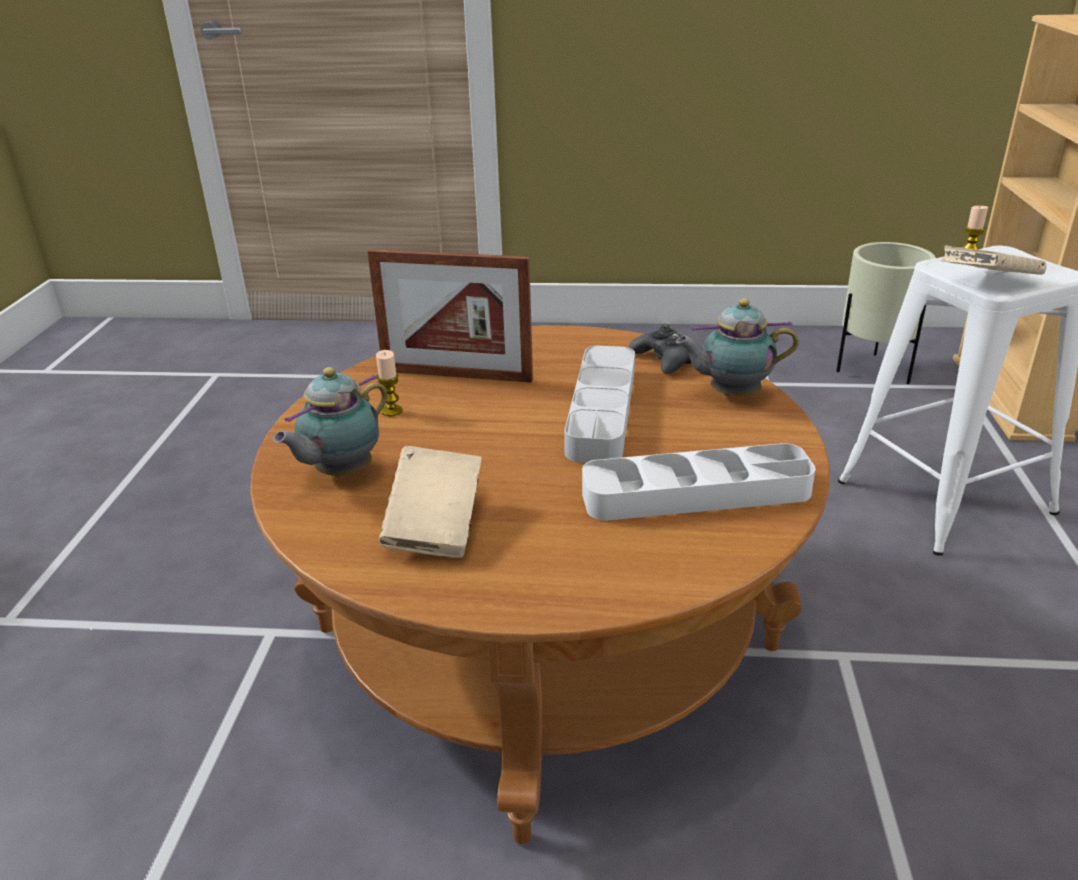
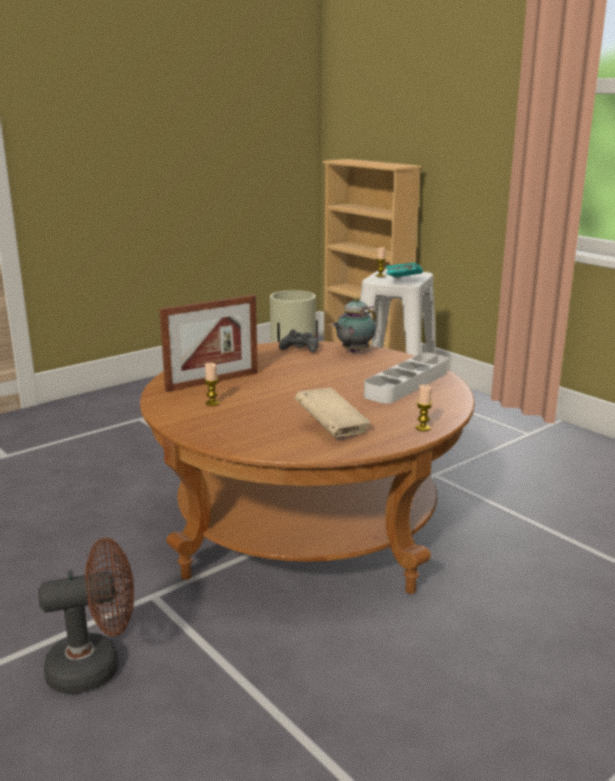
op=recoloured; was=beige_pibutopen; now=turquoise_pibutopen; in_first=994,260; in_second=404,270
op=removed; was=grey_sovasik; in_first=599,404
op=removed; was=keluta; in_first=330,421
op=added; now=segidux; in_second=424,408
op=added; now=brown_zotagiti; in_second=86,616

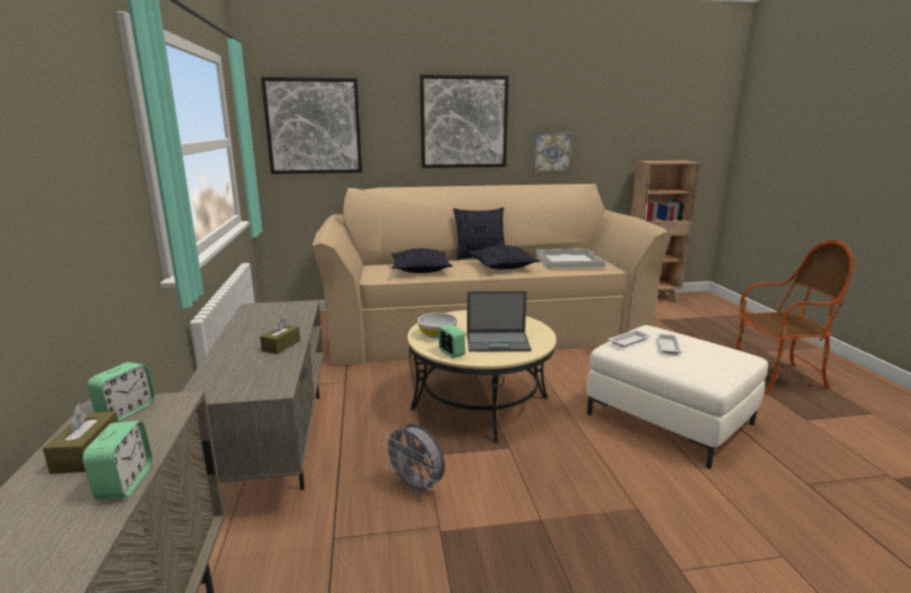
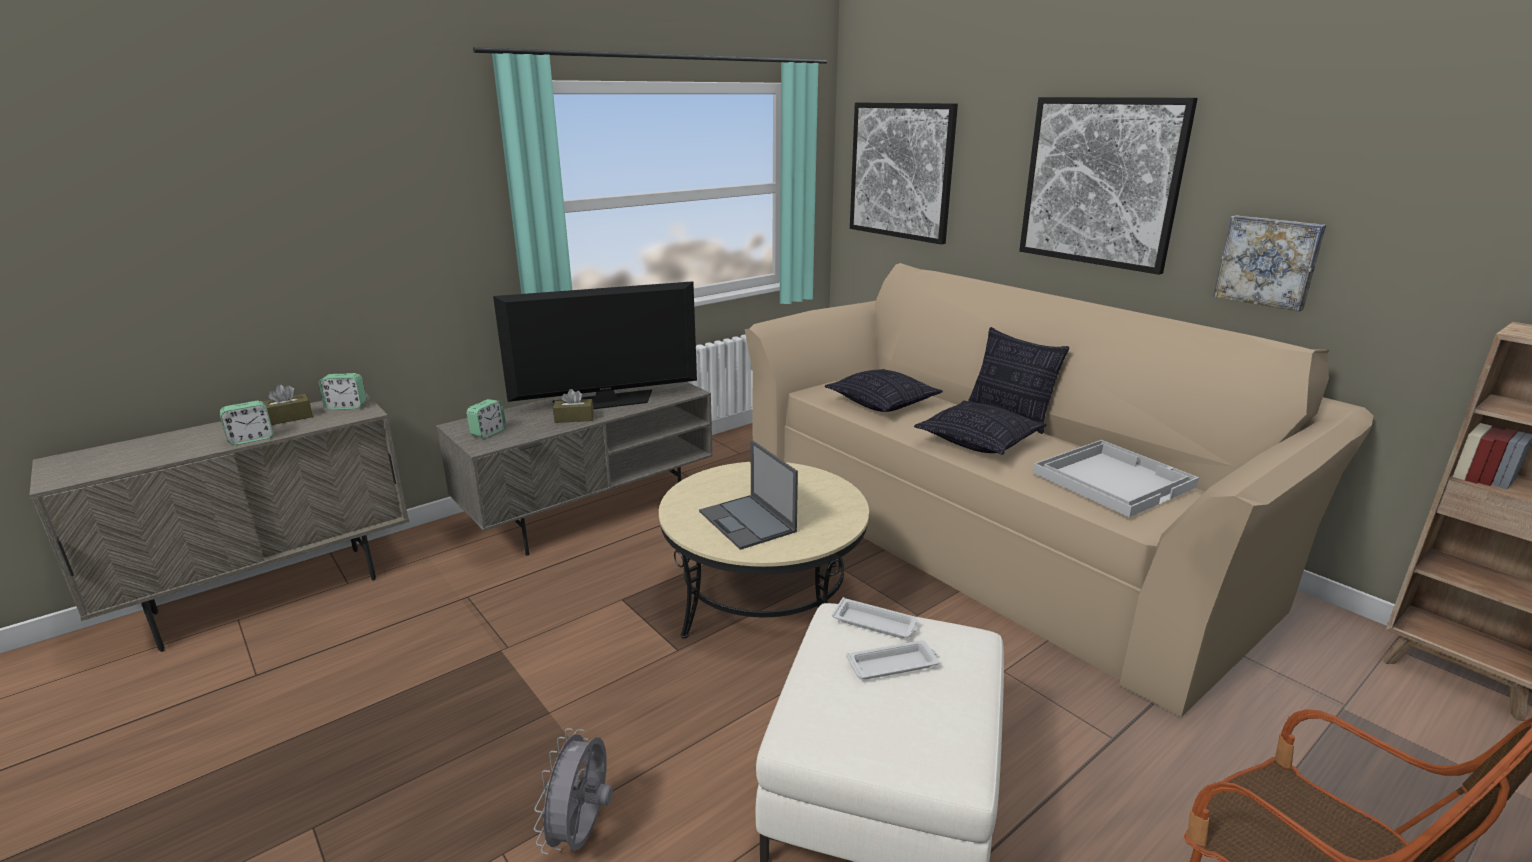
op=removed; was=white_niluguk; in_first=437,326
op=moved; was=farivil; in_first=451,341; in_second=486,418
op=moved; was=grey_zotagiti; in_first=414,460; in_second=573,791
op=added; now=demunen; in_second=595,345

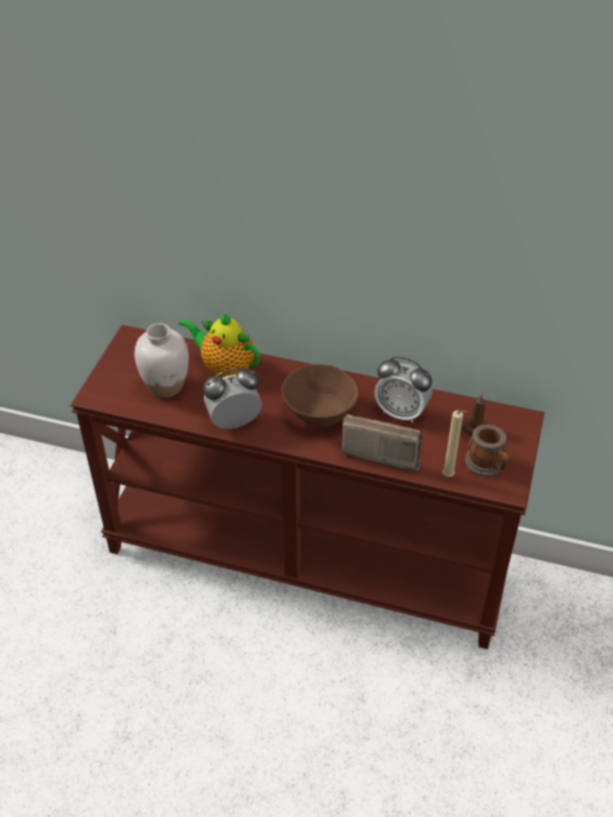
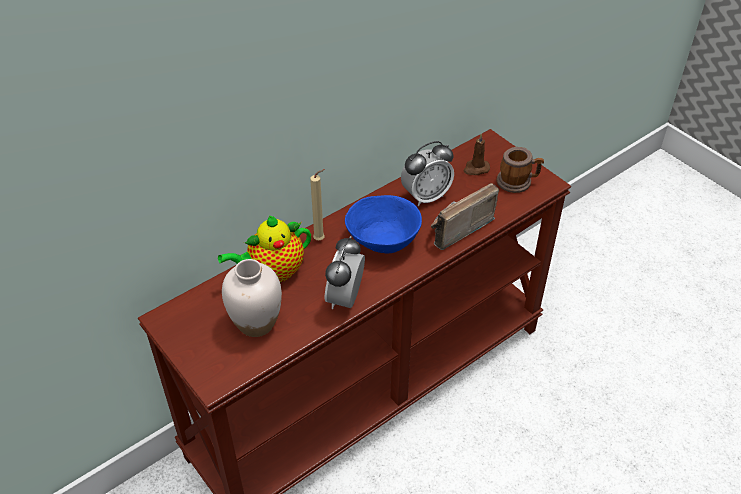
op=recoloured; was=brown_niluguk; now=blue_niluguk; in_first=320,395; in_second=383,224
op=moved; was=beige_segidux; in_first=455,443; in_second=317,204

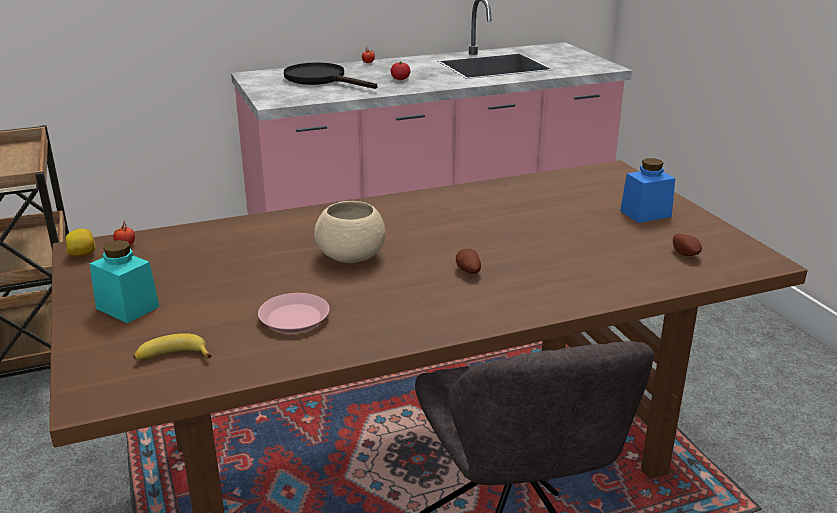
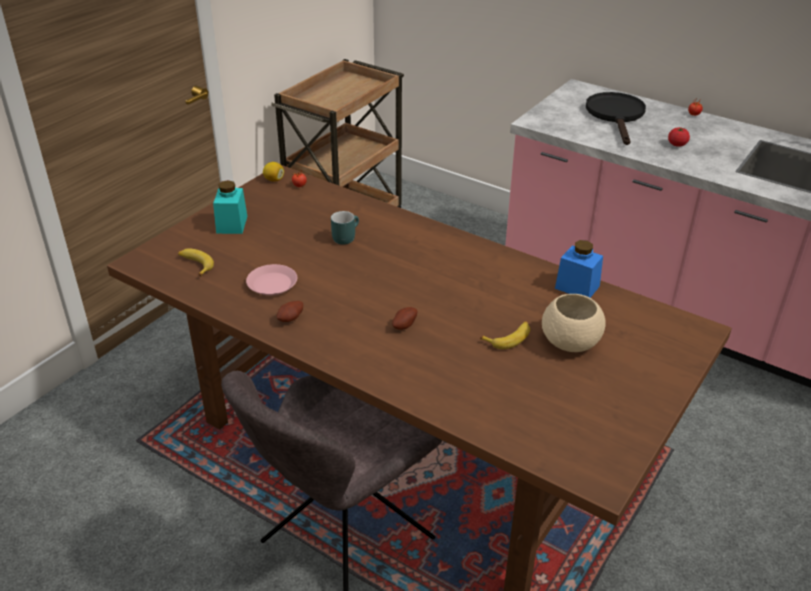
op=moved; was=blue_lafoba; in_first=647,190; in_second=579,269
op=moved; was=beige_niluguk; in_first=350,232; in_second=574,323
op=moved; was=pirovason; in_first=687,244; in_second=290,311
op=added; now=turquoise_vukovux; in_second=345,228
op=added; now=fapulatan; in_second=505,335

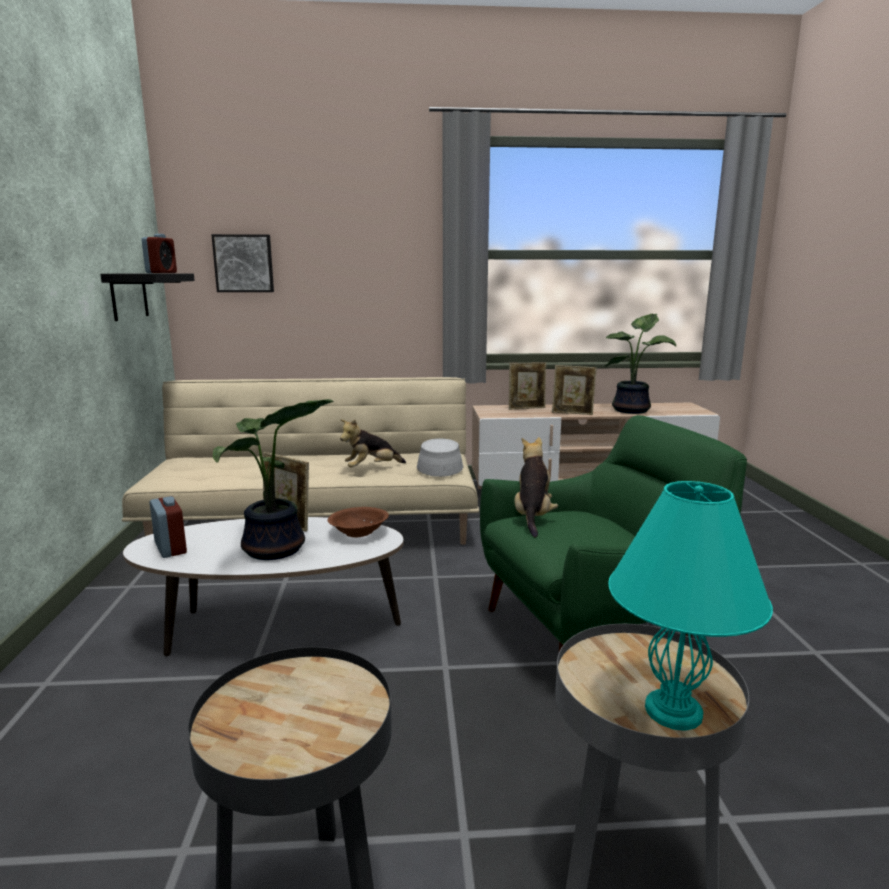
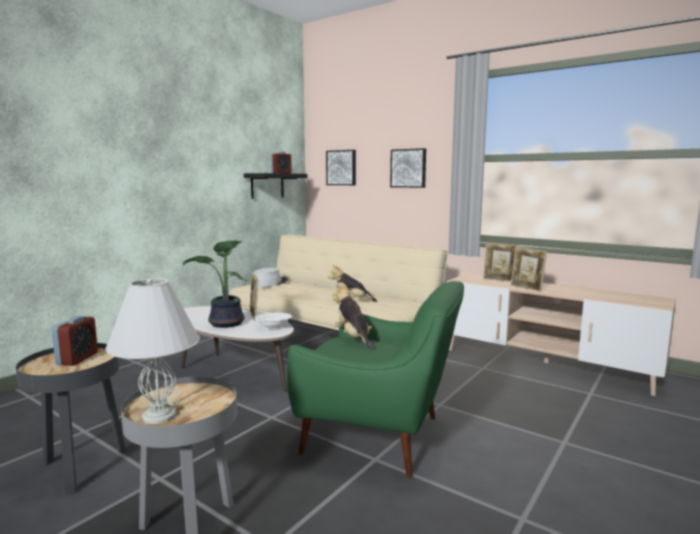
op=removed; was=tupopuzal; in_first=640,364
op=turned; was=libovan; in_first=536,487; in_second=353,316; clockwise=-75
op=moved; was=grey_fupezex; in_first=440,457; in_second=270,277
op=recoloured; was=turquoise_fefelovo; now=white_fefelovo; in_first=690,606; in_second=153,351
op=moved; was=farivil; in_first=168,527; in_second=75,341
op=recoloured; was=brown_niluguk; now=white_niluguk; in_first=358,522; in_second=273,321
op=added; now=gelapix; in_second=408,168

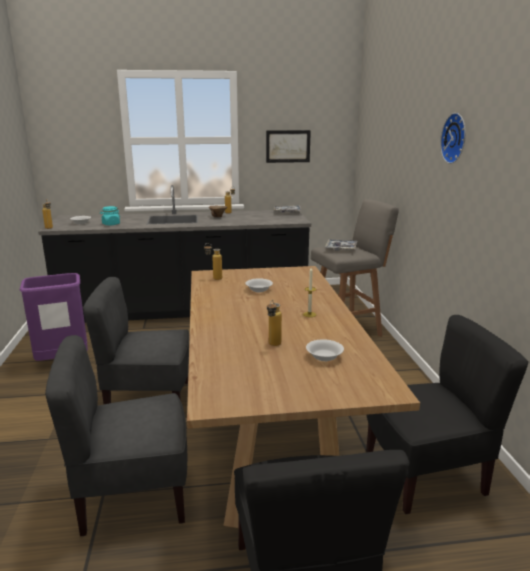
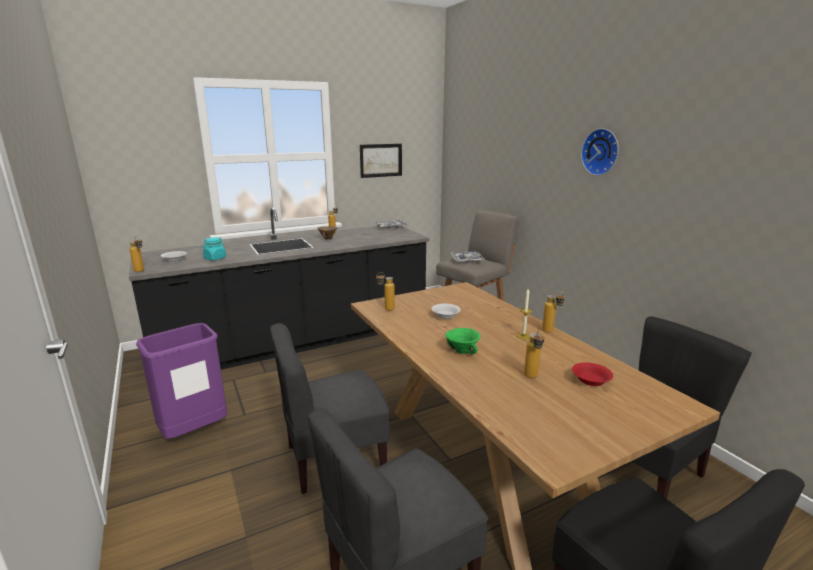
op=recoloured; was=white_niluguk; now=red_niluguk; in_first=325,350; in_second=592,374
op=added; now=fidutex; in_second=553,312
op=added; now=green_niluguk; in_second=462,341

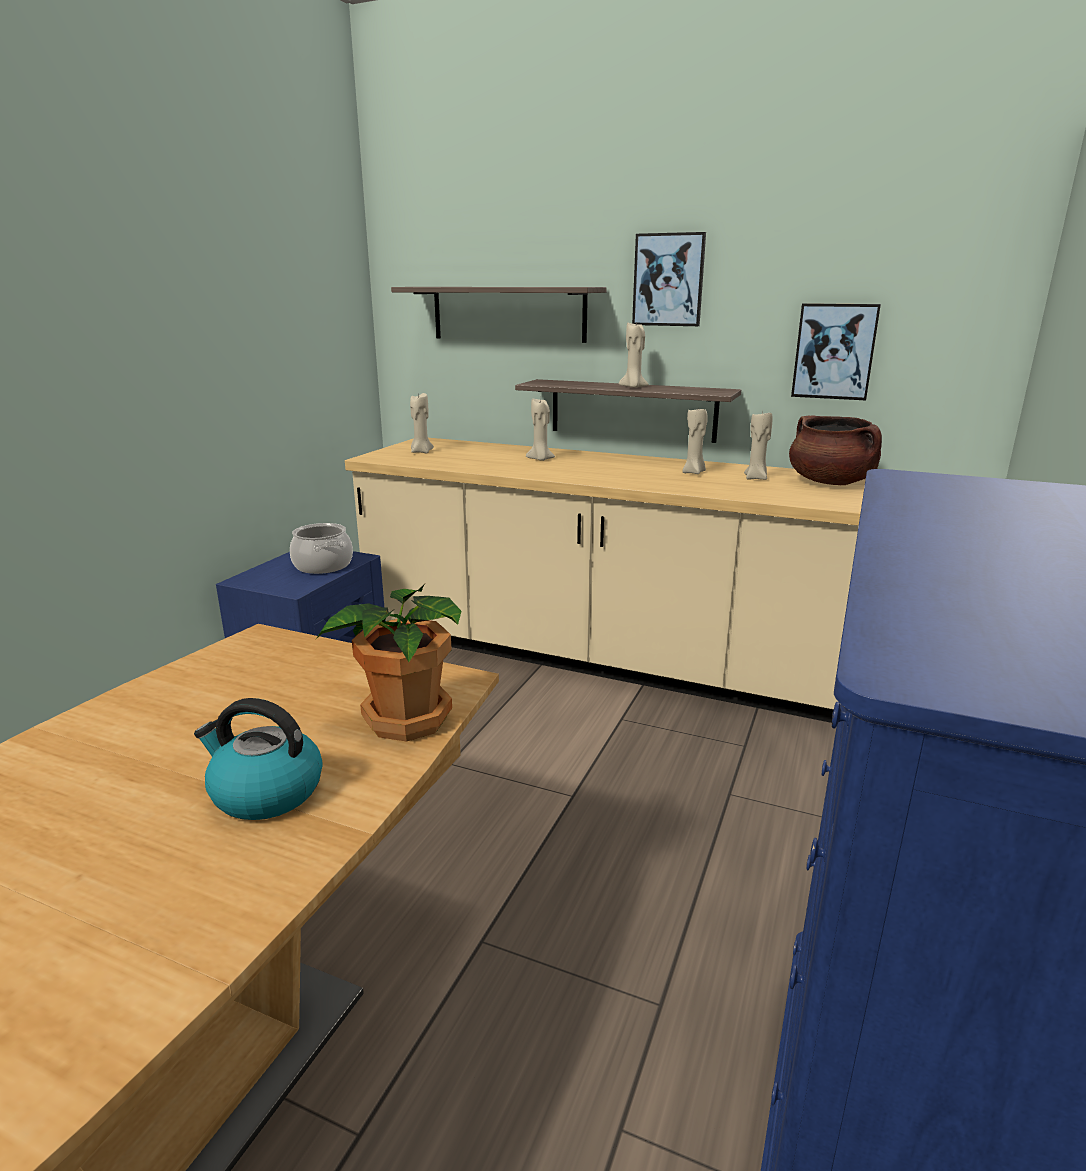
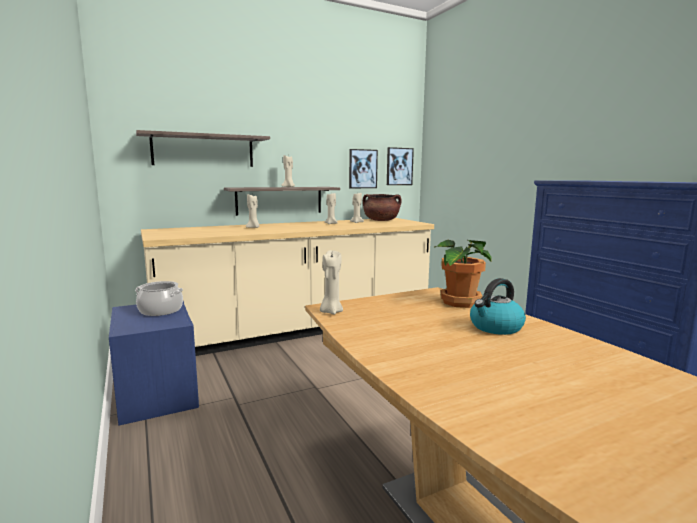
op=moved; was=gelapix; in_first=669,279; in_second=400,166
op=moved; was=beige_segidux; in_first=422,423; in_second=331,282

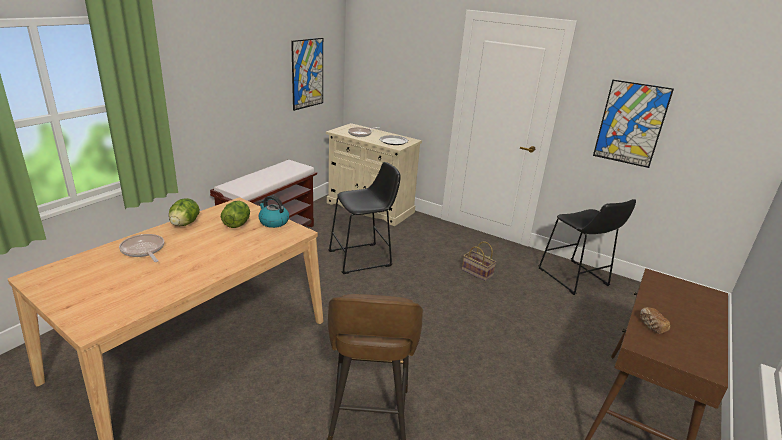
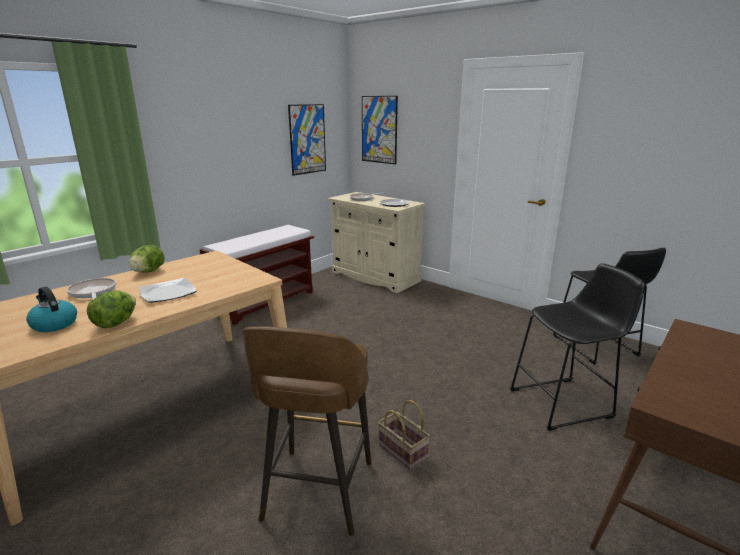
op=moved; was=gelapix; in_first=633,124; in_second=380,130
op=moved; was=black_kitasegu; in_first=364,218; in_second=577,347
op=moved; was=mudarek; in_first=273,211; in_second=51,309
op=moved; was=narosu; in_first=235,214; in_second=111,309
op=moved; was=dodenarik; in_first=479,261; in_second=404,435
op=removed; was=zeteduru; in_first=655,320
op=added; now=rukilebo; in_second=168,290

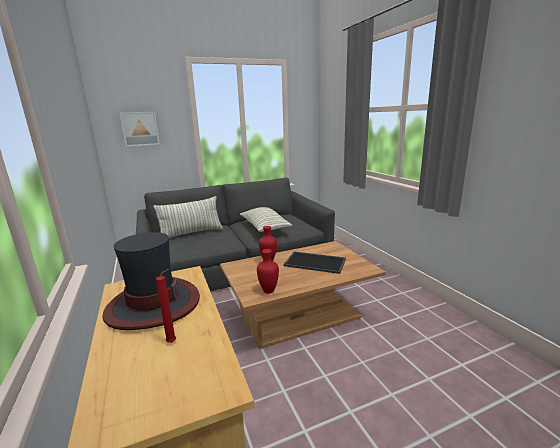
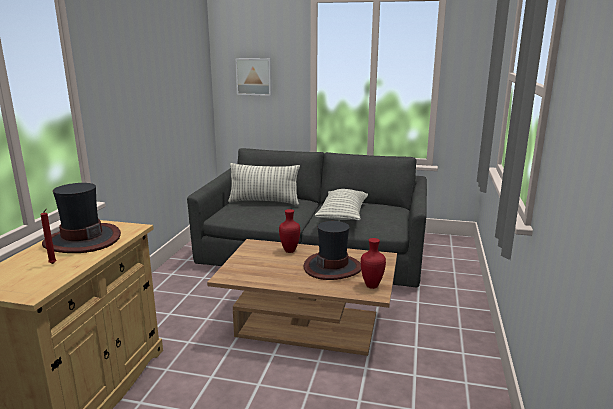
op=moved; was=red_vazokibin; in_first=268,271; in_second=373,263
op=replaced; was=sovasik; now=fupezex; in_first=314,262; in_second=332,250

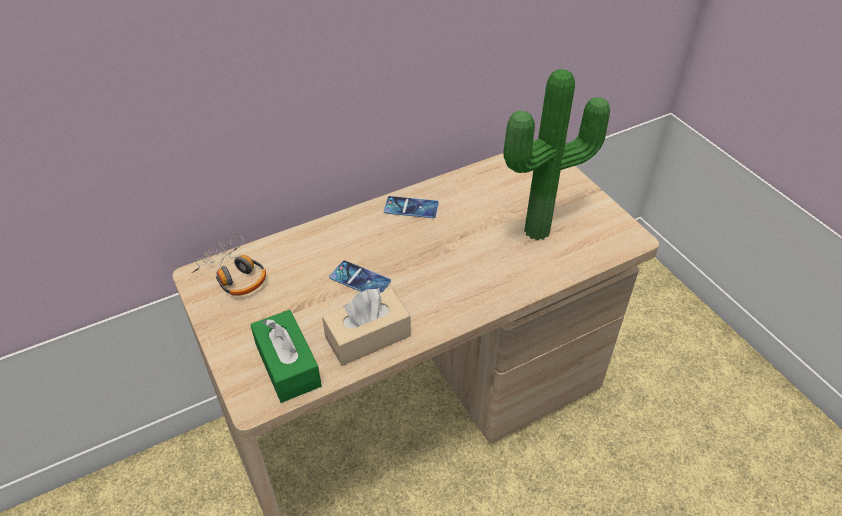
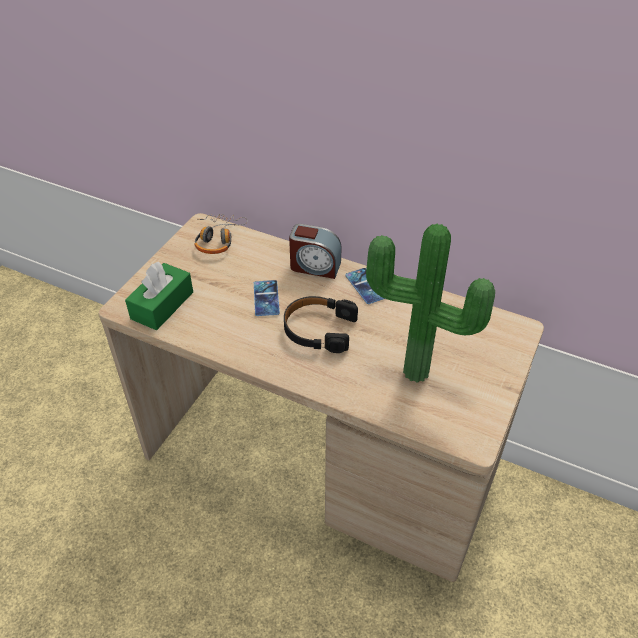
op=removed; was=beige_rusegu; in_first=366,327
op=added; now=farivil; in_second=315,251
op=added; now=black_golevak; in_second=321,324

